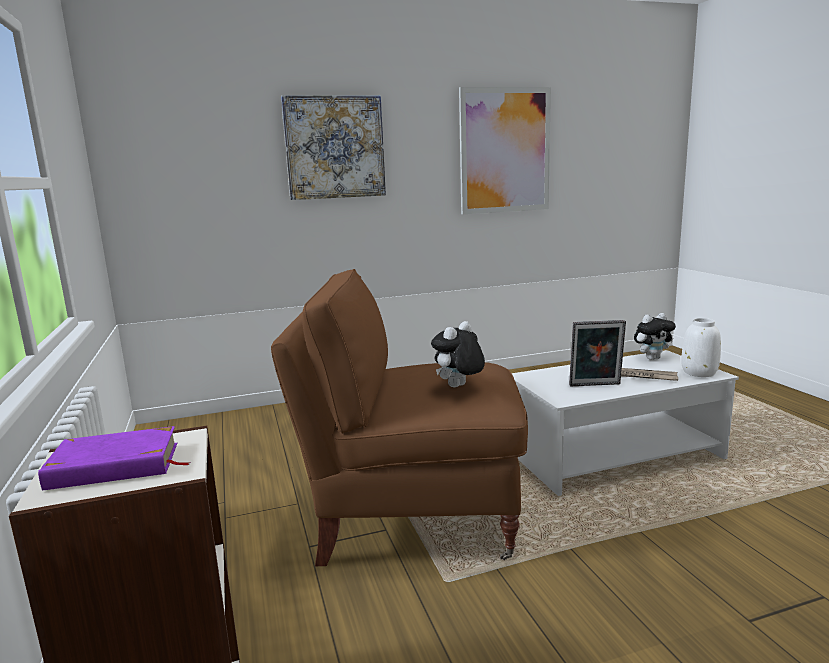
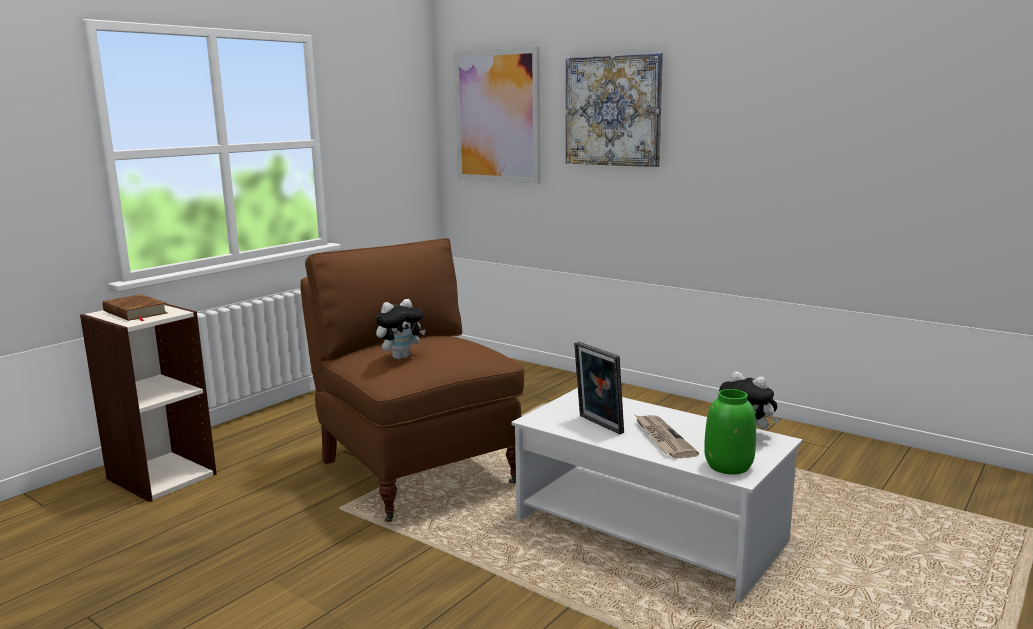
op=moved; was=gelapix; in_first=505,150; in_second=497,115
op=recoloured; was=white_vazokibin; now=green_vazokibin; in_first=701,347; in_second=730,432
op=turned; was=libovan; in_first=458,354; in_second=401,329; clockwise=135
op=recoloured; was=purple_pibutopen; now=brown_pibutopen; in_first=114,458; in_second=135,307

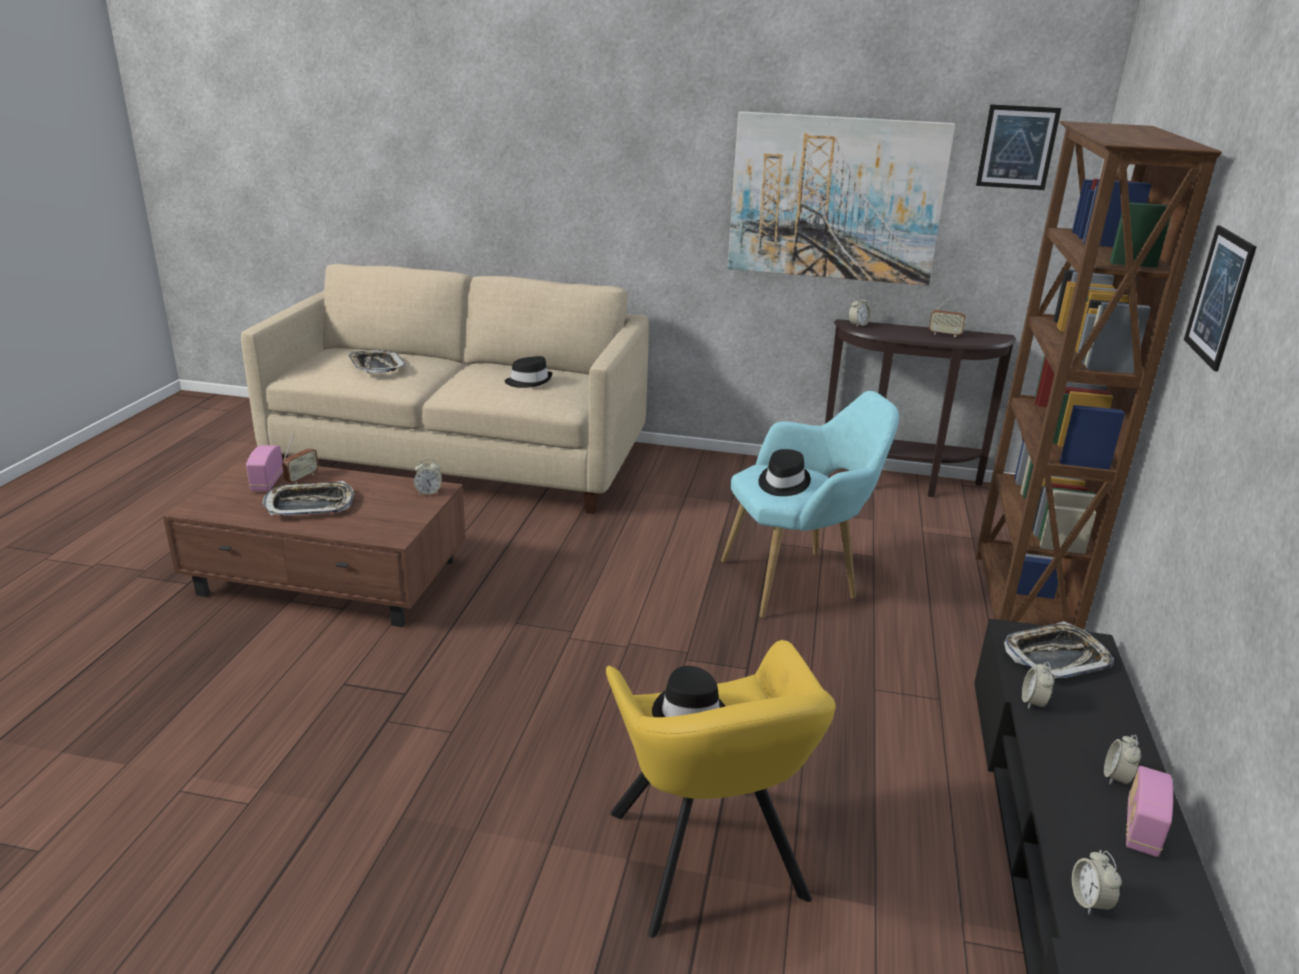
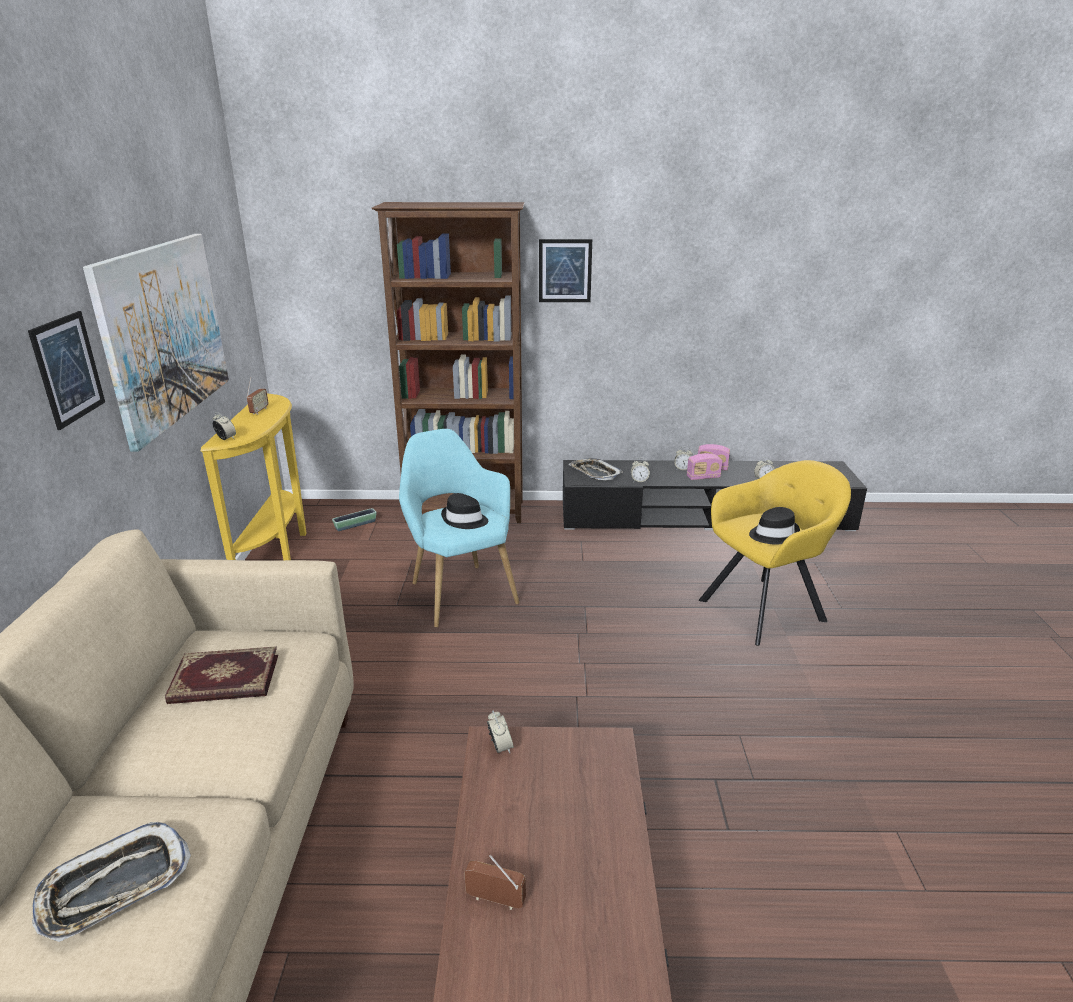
op=moved; was=gelapix; in_first=1018,147; in_second=66,370
op=recoloured; was=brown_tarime; now=yellow_tarime; in_first=920,408; in_second=254,477
op=replaced; was=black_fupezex; now=pibutopen; in_first=529,372; in_second=221,675
op=moved; was=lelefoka; in_first=264,468; in_second=705,466
op=removed; was=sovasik; in_first=308,498
op=added; now=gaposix; in_second=354,519

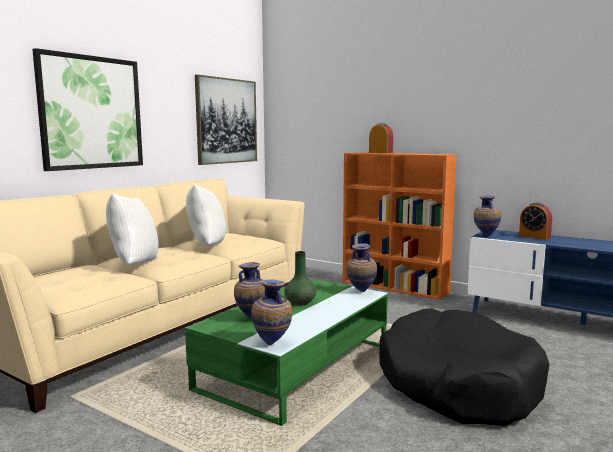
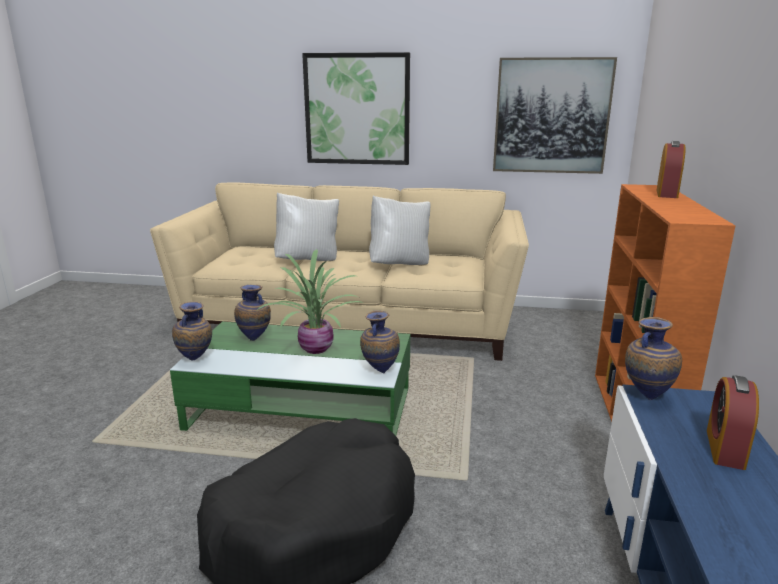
op=replaced; was=green_vazokibin; now=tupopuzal; in_first=300,278; in_second=310,301

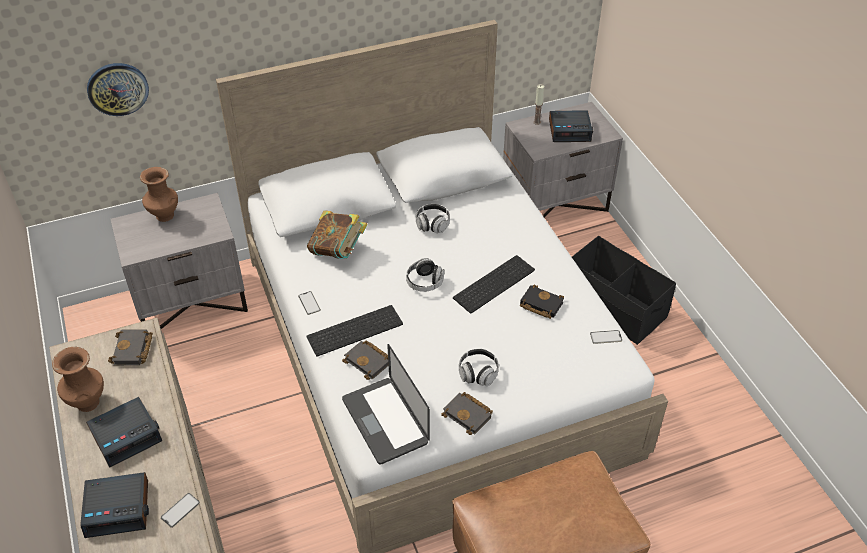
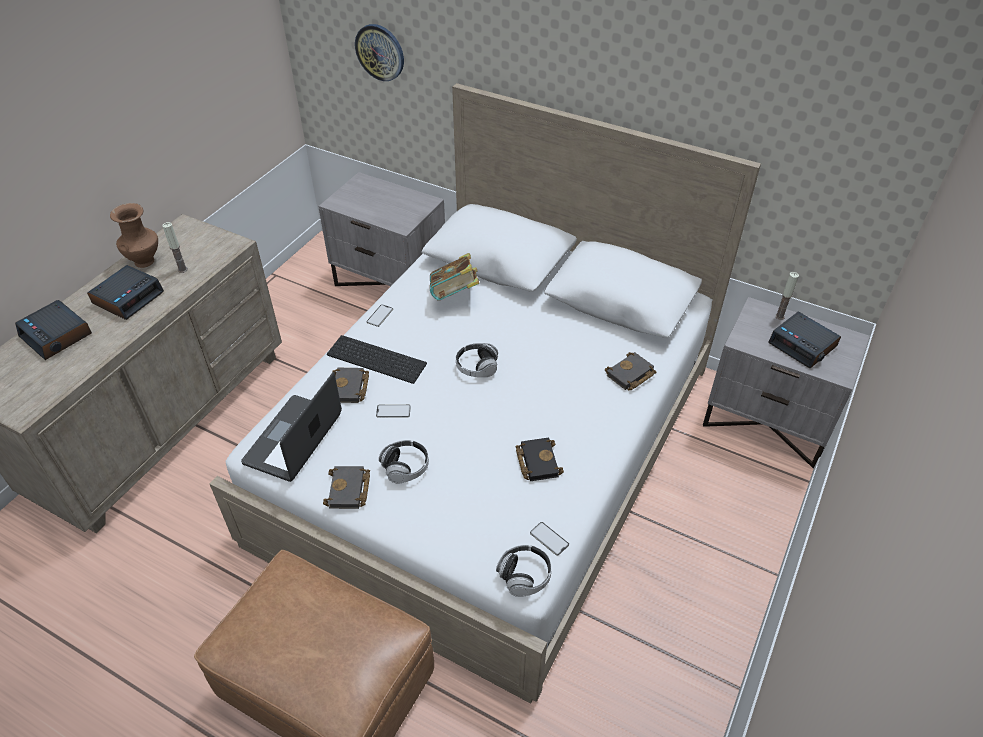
op=removed; was=brown_vazokibin; in_first=159,194
op=moved; was=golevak; in_first=433,218; in_second=524,571
op=removed; was=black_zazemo; in_first=624,290
op=removed; was=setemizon; in_first=494,284
op=moved; was=black_pibutopen; in_first=130,347; in_second=630,371
op=turned; was=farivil; in_first=124,432; in_second=125,292; clockwise=-75
op=moved; was=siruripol; in_first=180,510; in_second=393,411
op=added; now=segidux; in_second=175,247

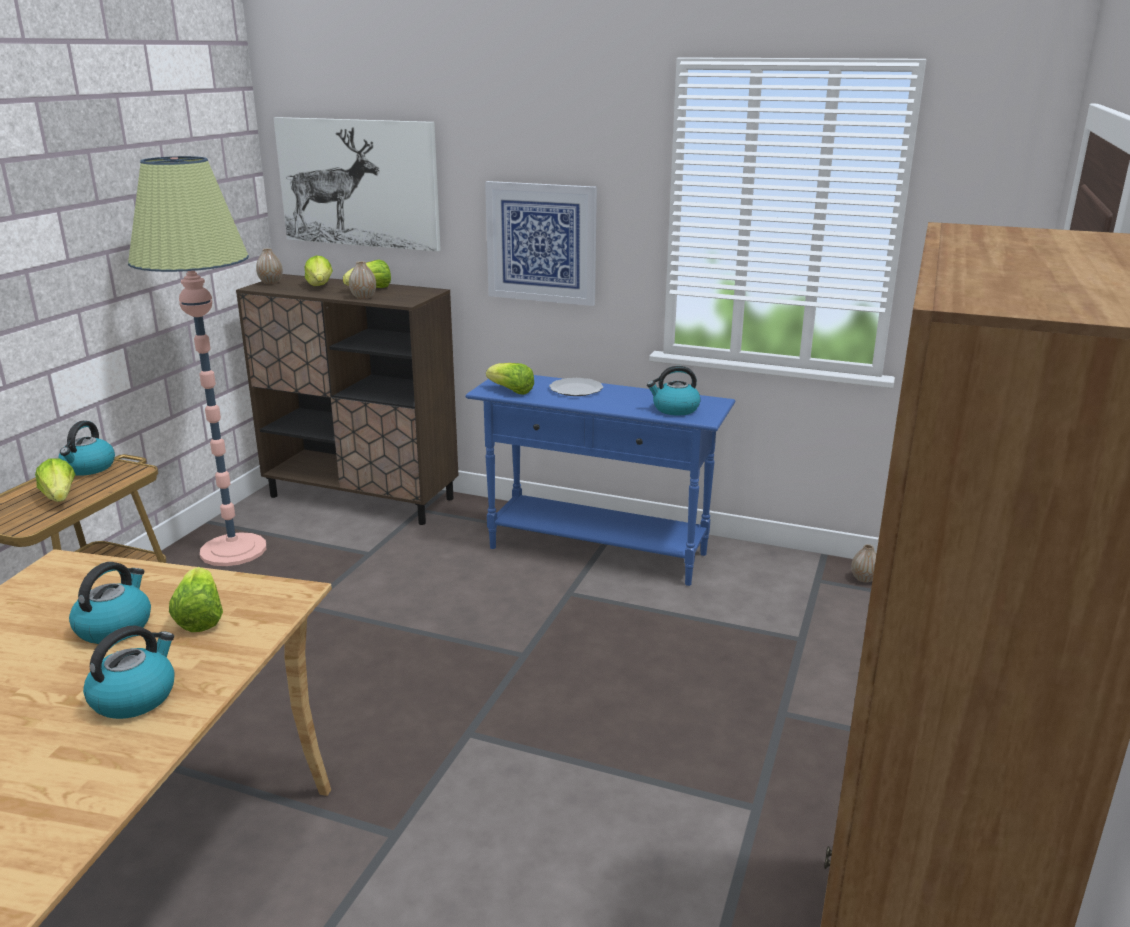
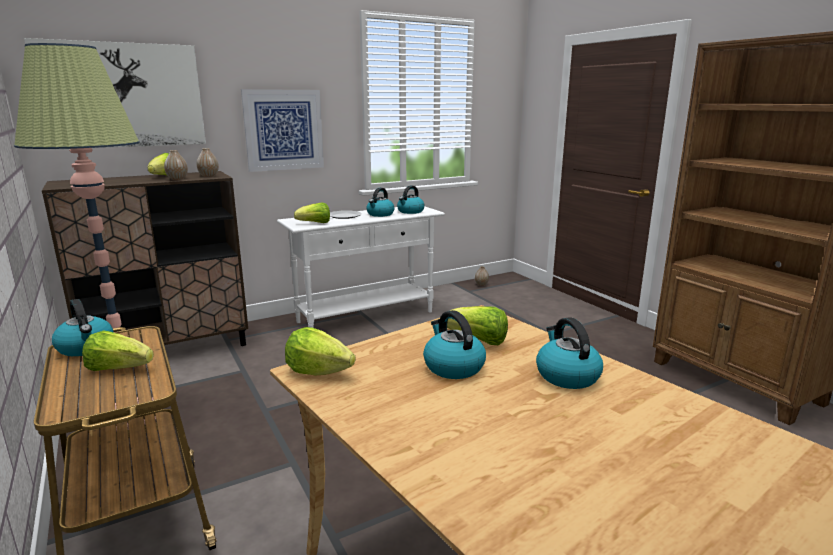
op=moved; was=vazokibin; in_first=269,266; in_second=207,162
op=moved; was=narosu; in_first=319,270; in_second=320,351
op=recoloured; was=blue_tarime; now=white_tarime; in_first=600,480; in_second=361,267
op=added; now=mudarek; in_second=380,202

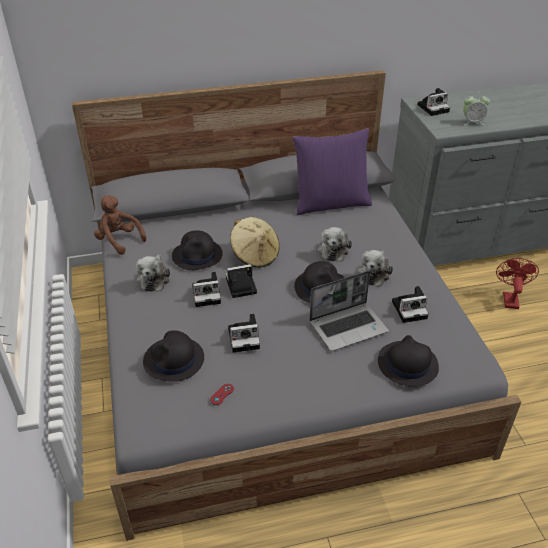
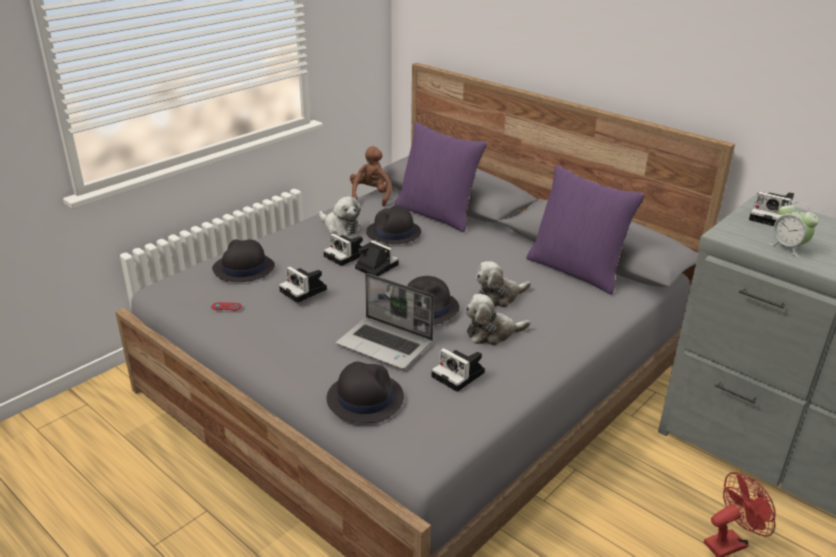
op=removed; was=beige_fupezex; in_first=255,242
op=turned; was=libovan; in_first=153,273; in_second=340,216; clockwise=-105
op=added; now=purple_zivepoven; in_second=440,177

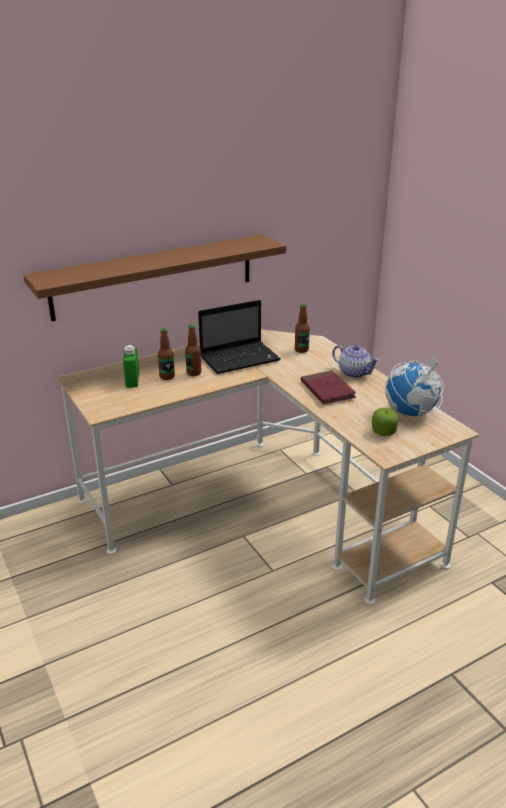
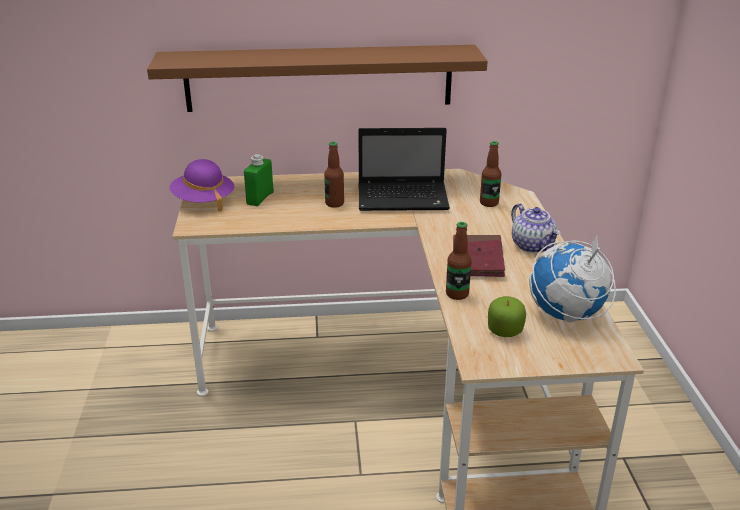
op=moved; was=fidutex; in_first=166,354; in_second=459,261
op=added; now=purple_fupezex; in_second=201,185

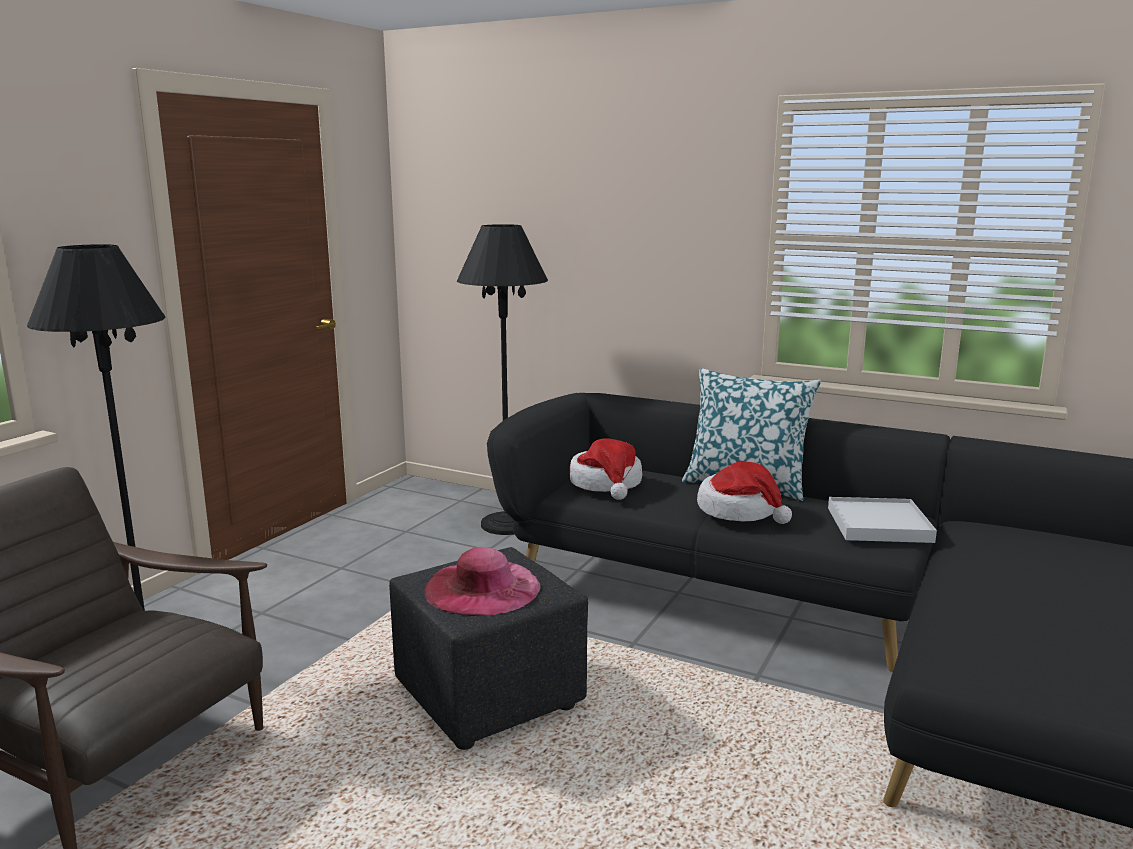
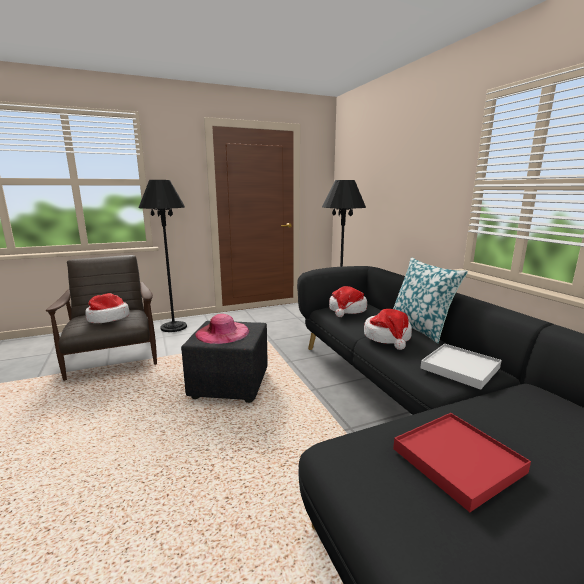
op=added; now=fupezex; in_second=107,308
op=added; now=red_sovasik; in_second=462,462

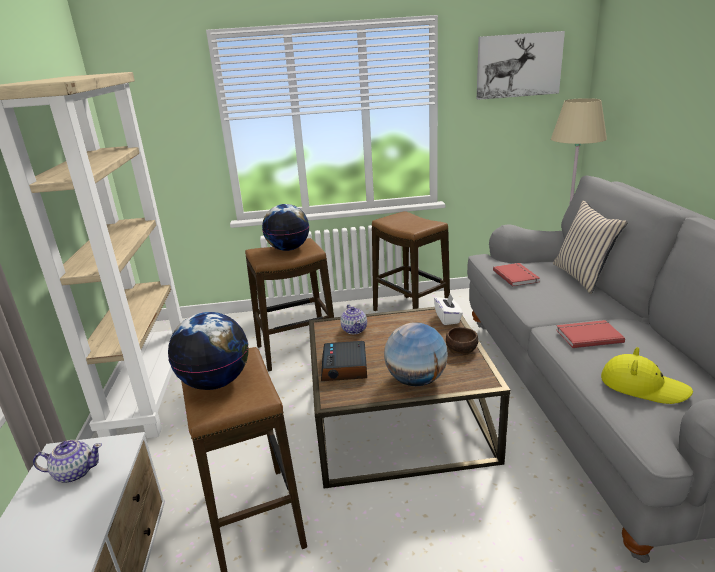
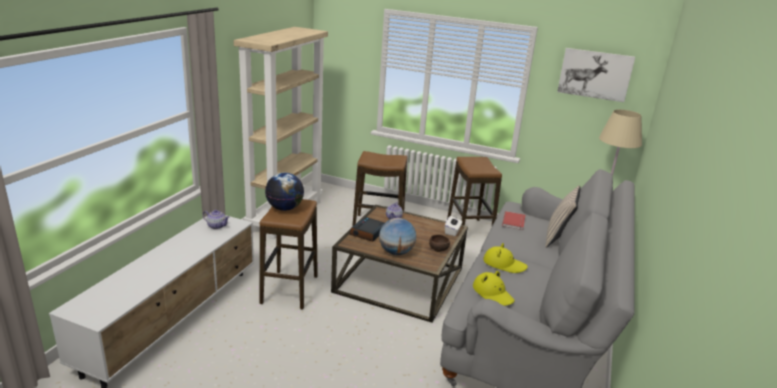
op=removed; was=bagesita; in_first=285,227
op=replaced; was=red_pibutopen; now=yellow_fupezex; in_first=590,334; in_second=505,258

